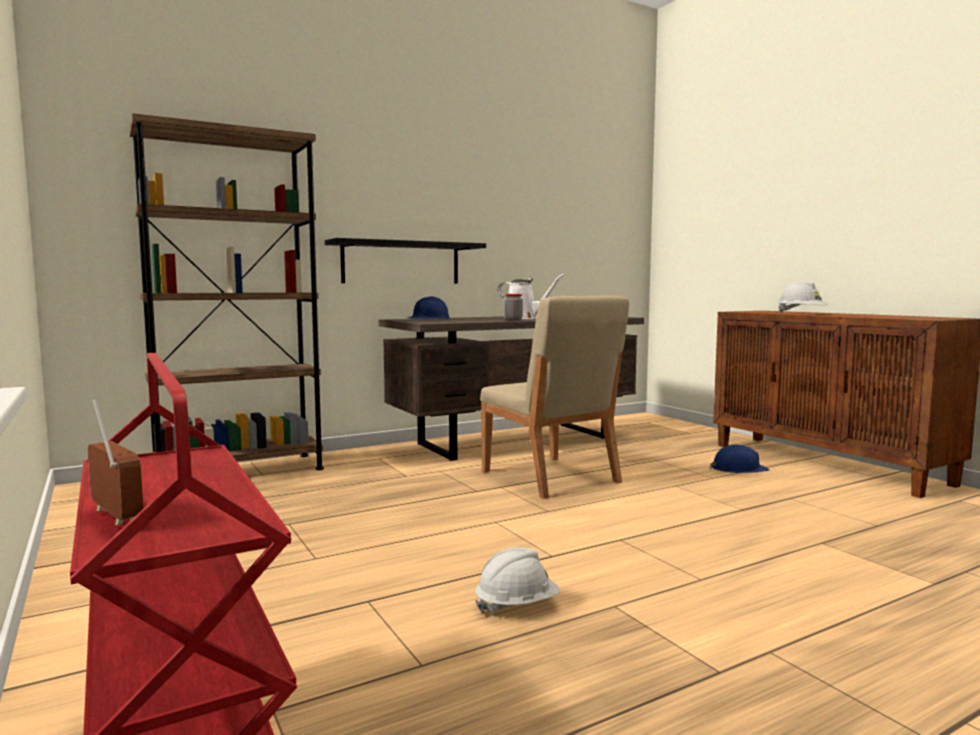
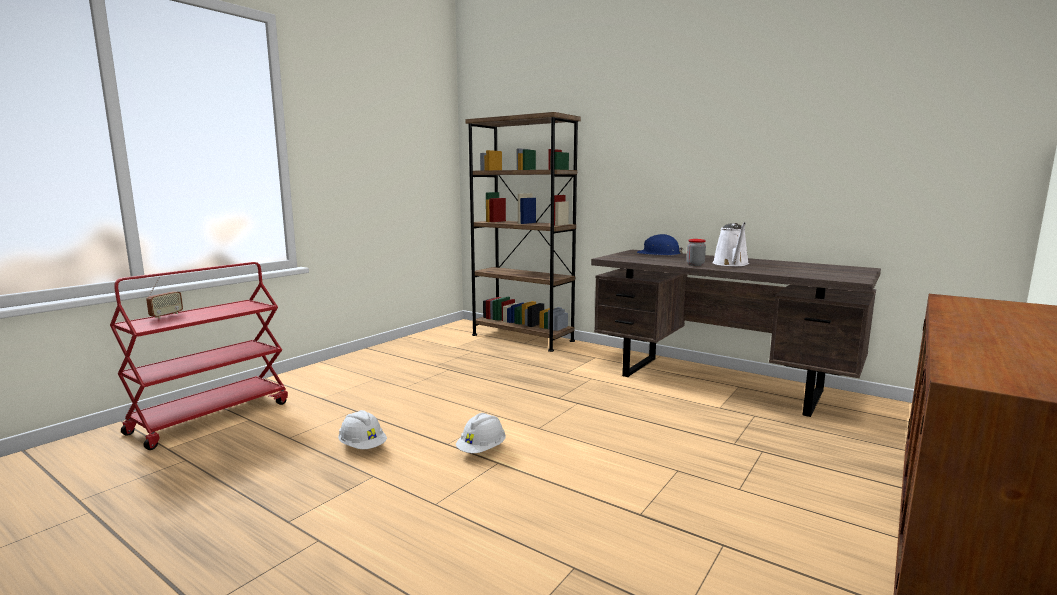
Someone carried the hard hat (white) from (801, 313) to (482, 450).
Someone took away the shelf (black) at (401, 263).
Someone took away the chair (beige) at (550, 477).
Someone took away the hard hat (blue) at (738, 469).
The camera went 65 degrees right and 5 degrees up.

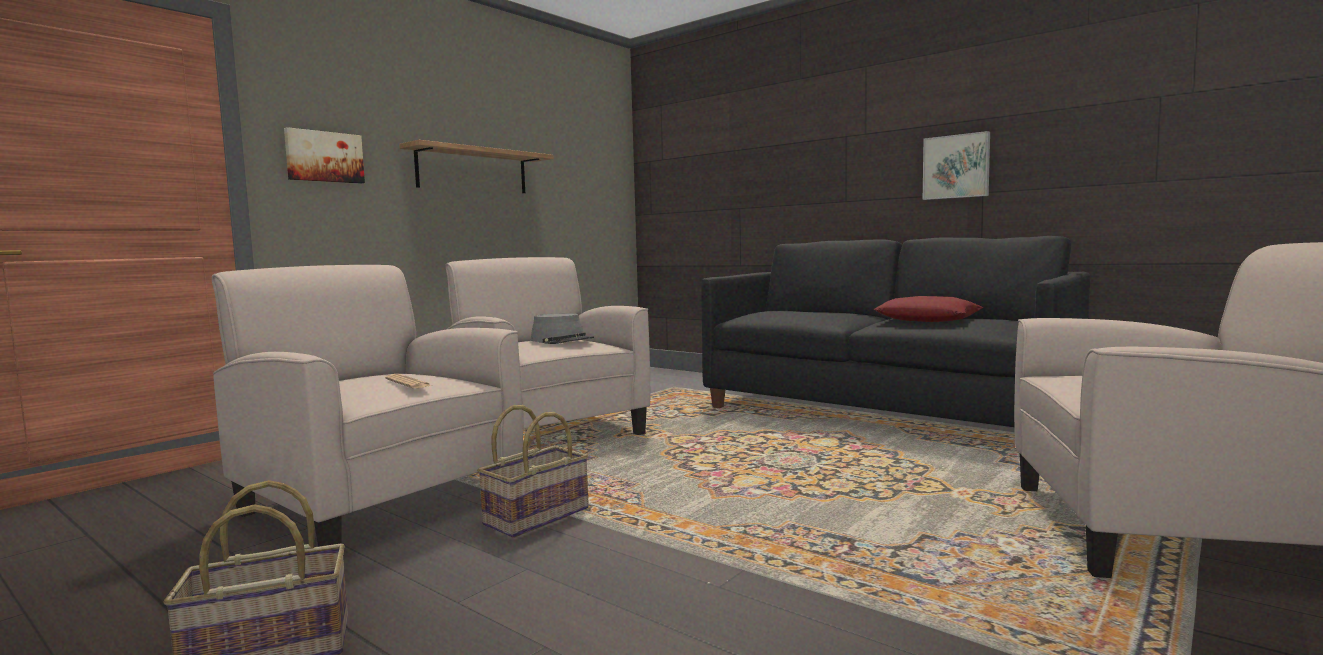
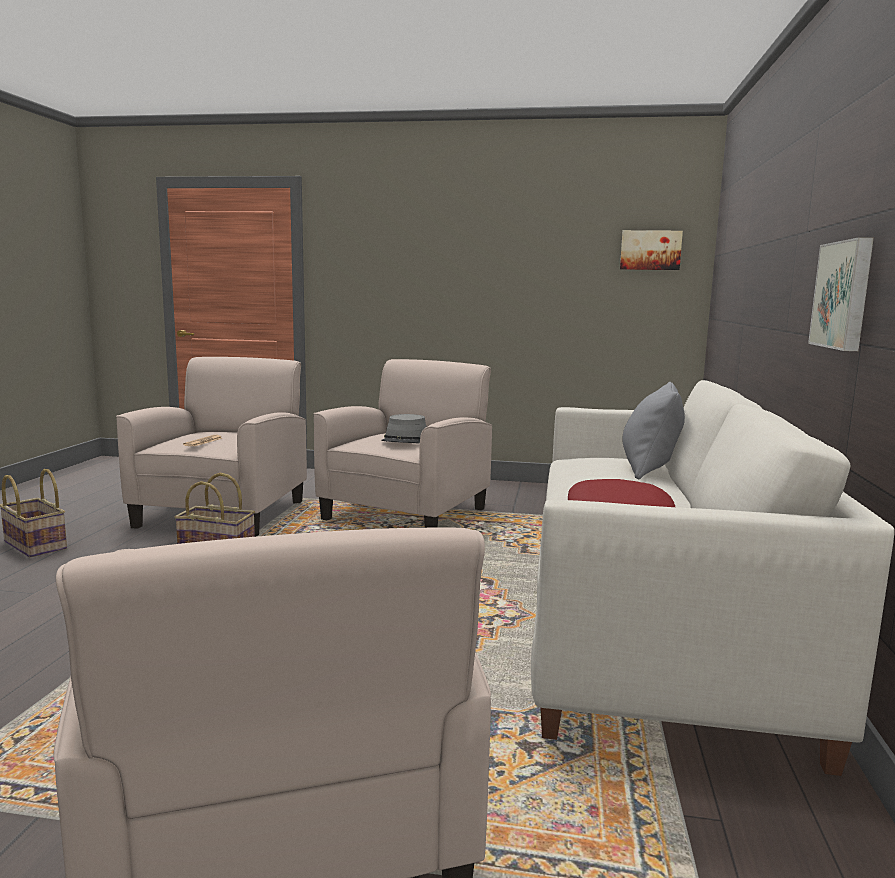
Someone repainted the sofa (black) at (882, 412), which became the sofa (white) at (654, 627).
Someone carried the picture from (324, 157) to (650, 250).
Someone put down the pillow (grey) at (649, 469).
Someone took away the shelf at (473, 171).
The camera went 60 degrees right and 5 degrees up.

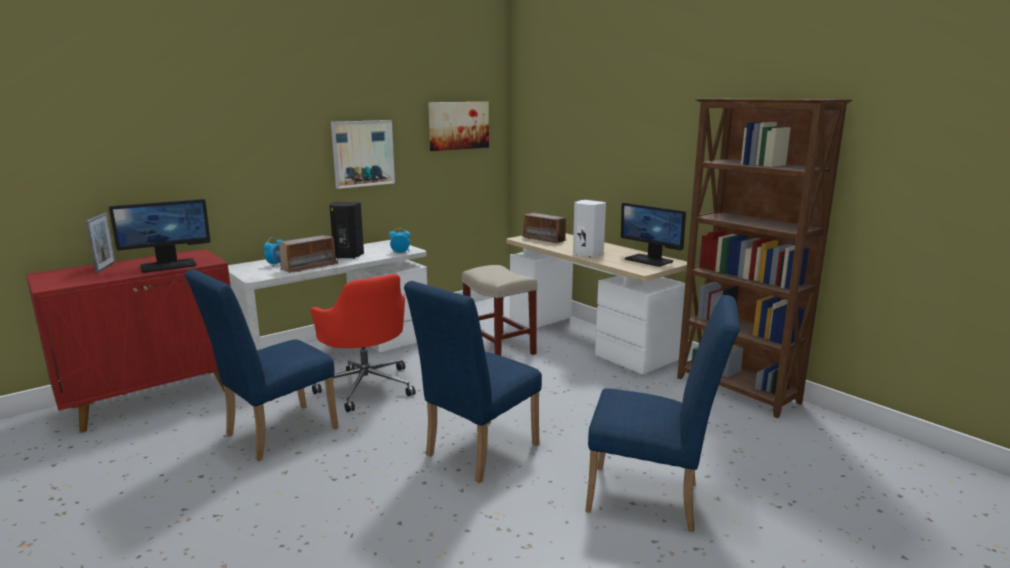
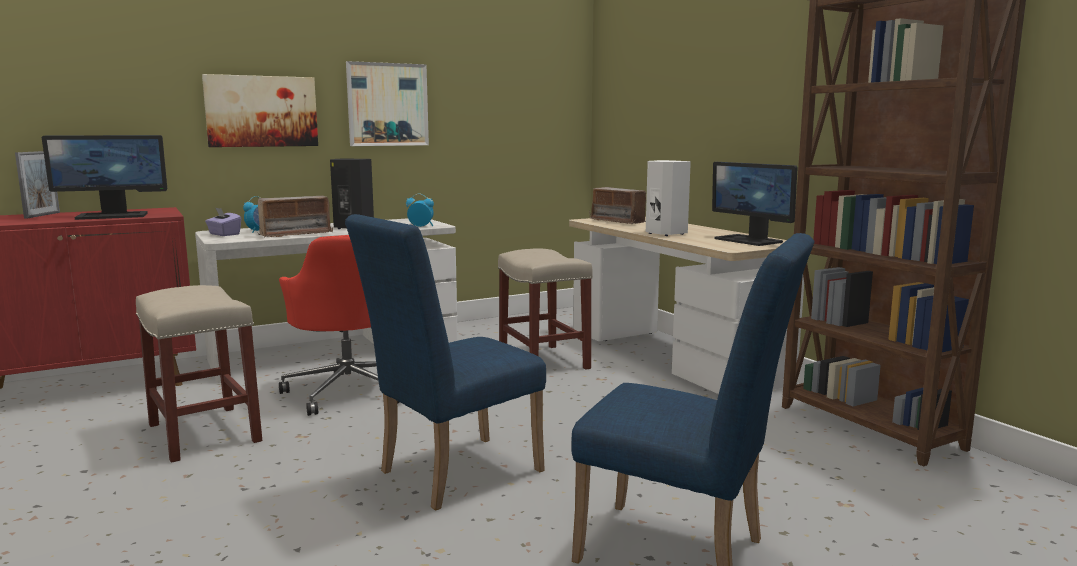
Someone swapped the chair (blue) at (274, 434) for the stool (beige) at (203, 432).
Someone carried the picture from (458, 125) to (261, 111).
Someone put down the tissue box (purple) at (224, 234).
The camera went 10 degrees right and 5 degrees down.

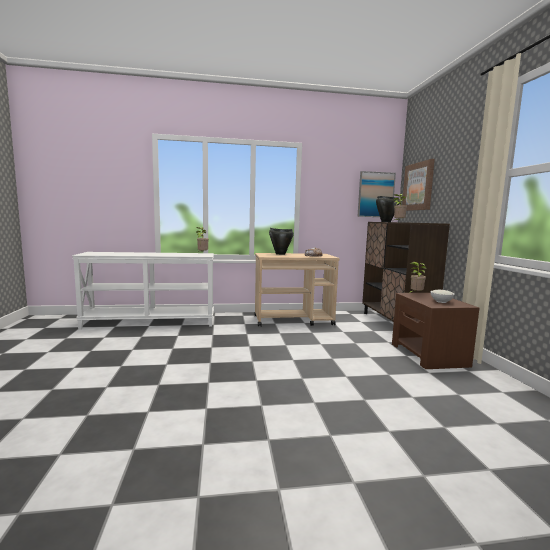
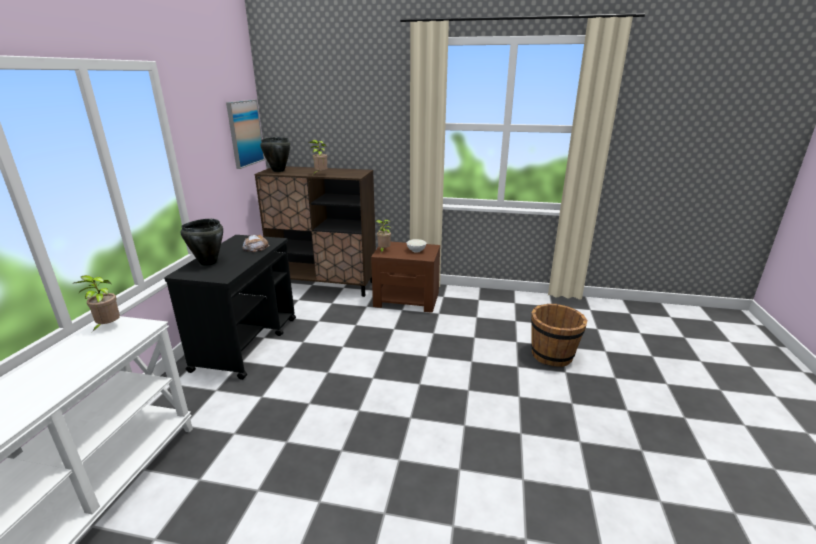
Someone repainted the cart (beige) at (294, 320), which became the cart (black) at (247, 343).
Someone put down the bucket (brown) at (552, 355).
Someone took away the picture at (418, 186).
The camera went 70 degrees left and 15 degrees up.

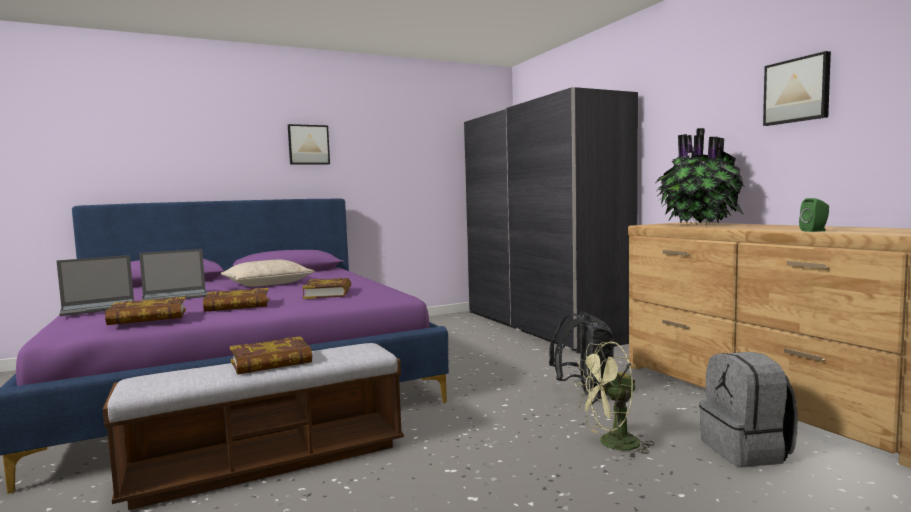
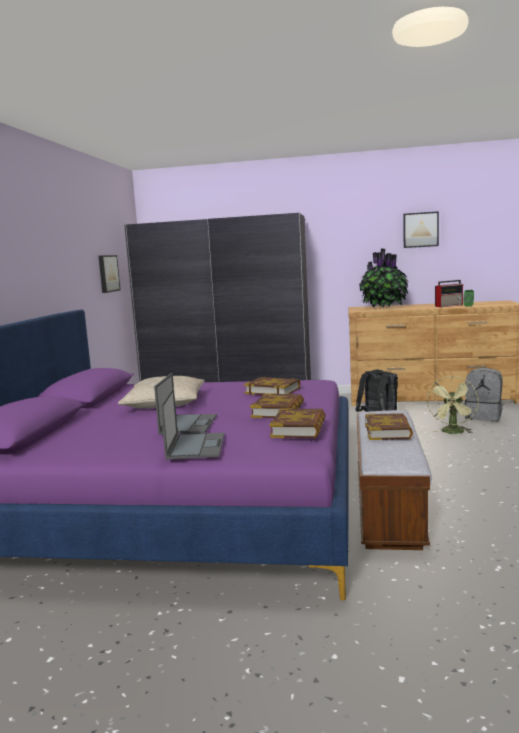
Someone carried the picture from (308, 145) to (107, 273).
Someone put down the radio at (449, 305).
The camera went 55 degrees left and 5 degrees up.

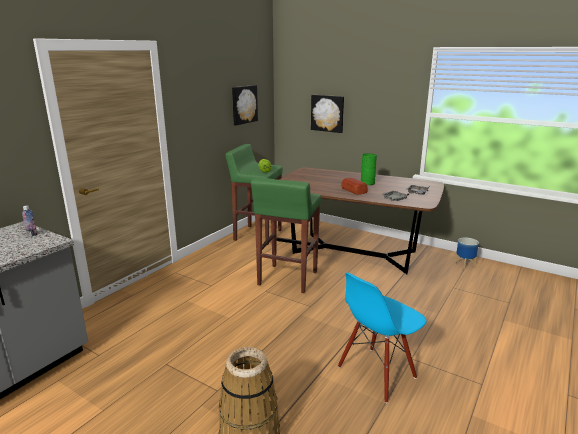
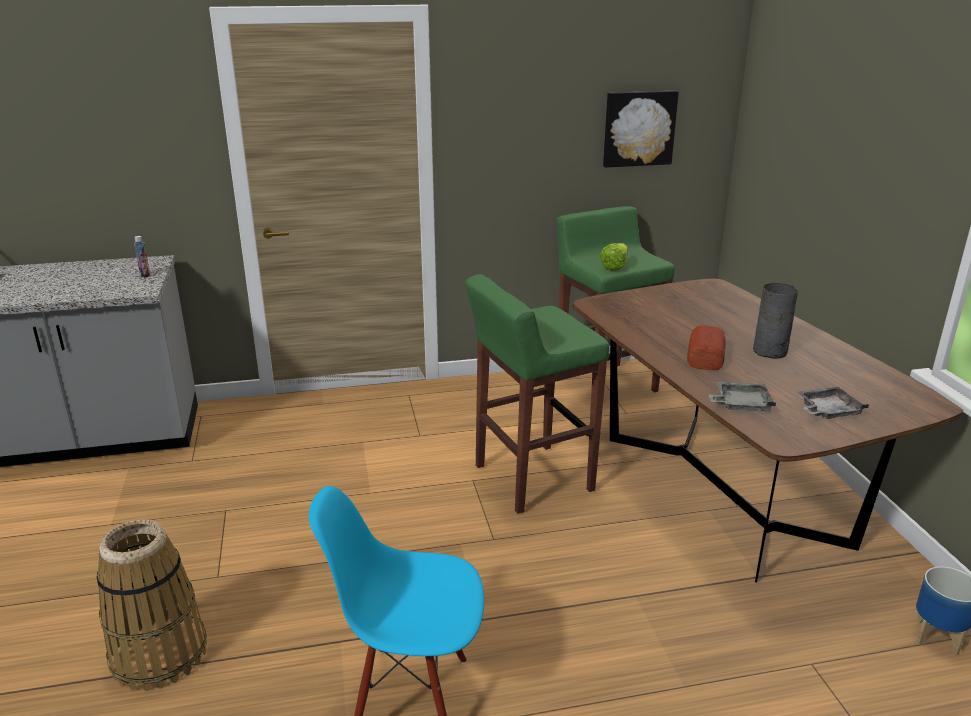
Someone repainted the vase (green) at (368, 183), which became the vase (grey) at (770, 352).
Someone took away the picture at (327, 113).
The camera went 45 degrees right and 5 degrees up.

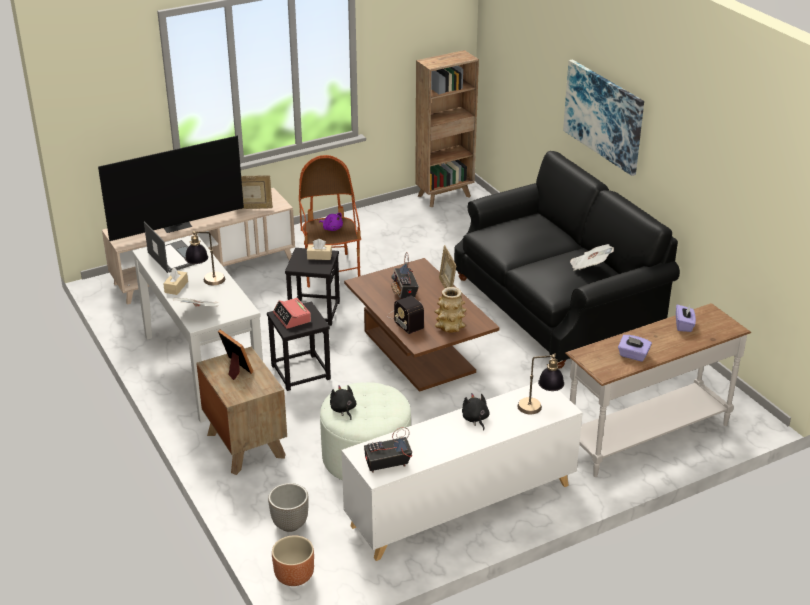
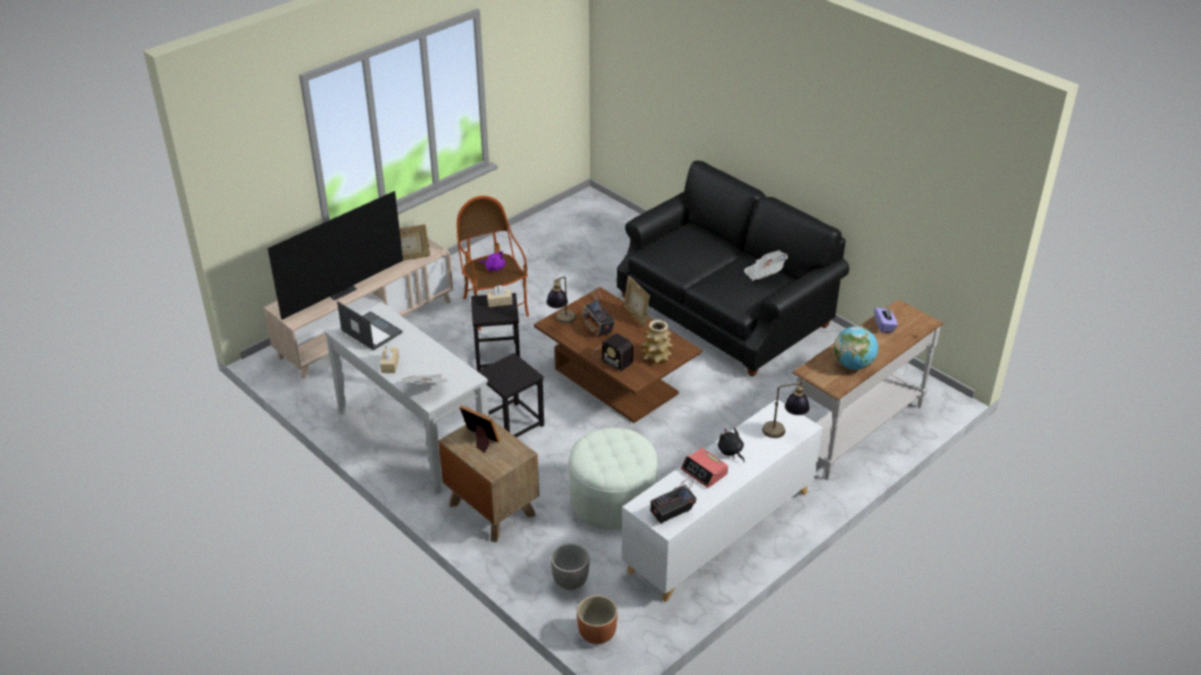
Someone carried the table lamp from (207, 283) to (561, 322).
Someone carried the alarm clock from (292, 317) to (704, 472).
Someone swapped the tissue box (purple) at (633, 355) for the globe at (853, 365).
Someone took away the plush toy (black) at (343, 409).
Someone took away the bookcase (brown) at (445, 196).
Someone took away the picture at (604, 116).
The camera went 15 degrees left and 5 degrees up.

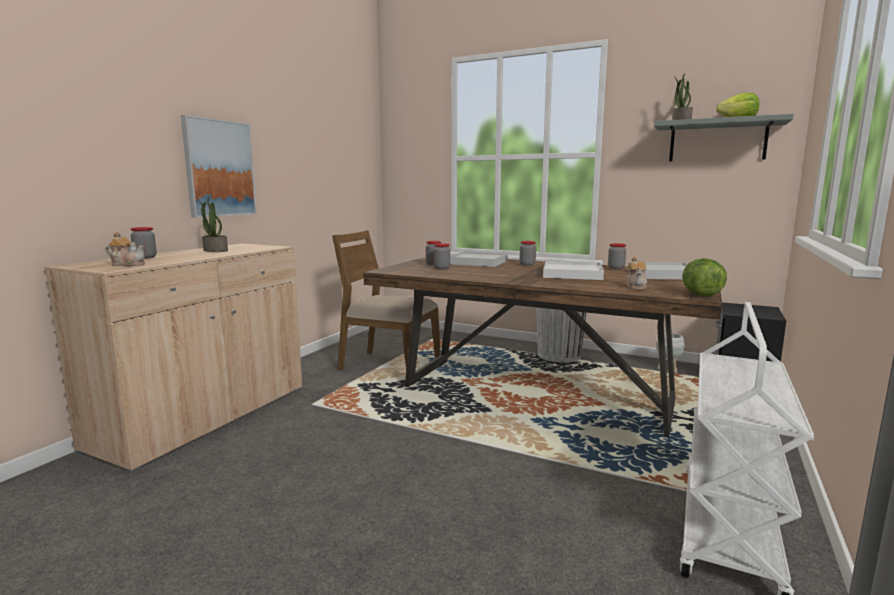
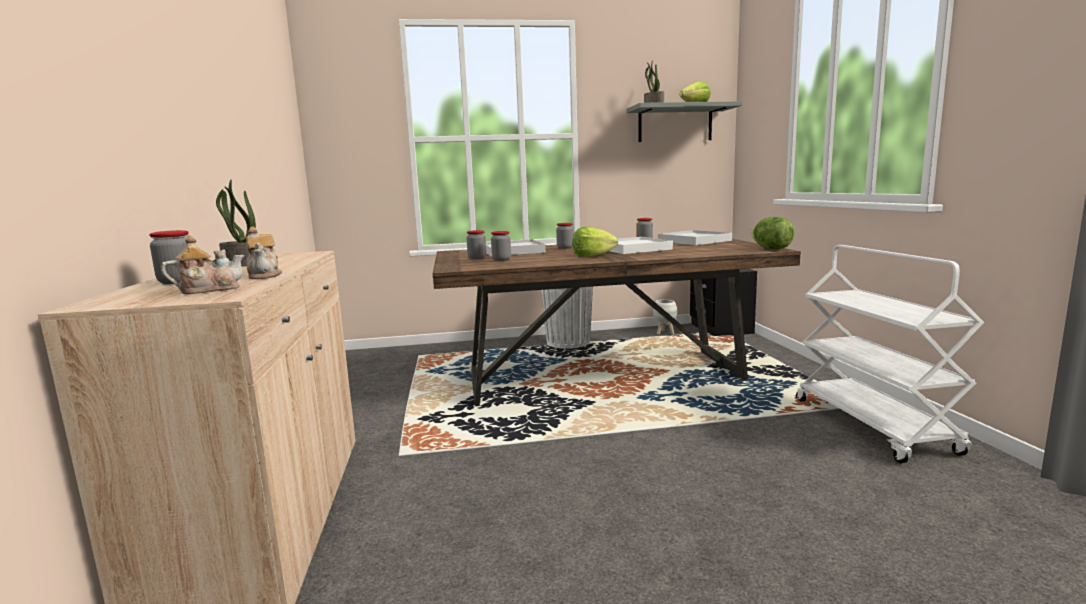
Someone carried the teapot from (636, 287) to (265, 275).
Someone put down the lettuce at (592, 256).
Someone took away the picture at (219, 168).
Someone took away the chair (brown) at (388, 365).
The camera went 35 degrees left and 0 degrees up.

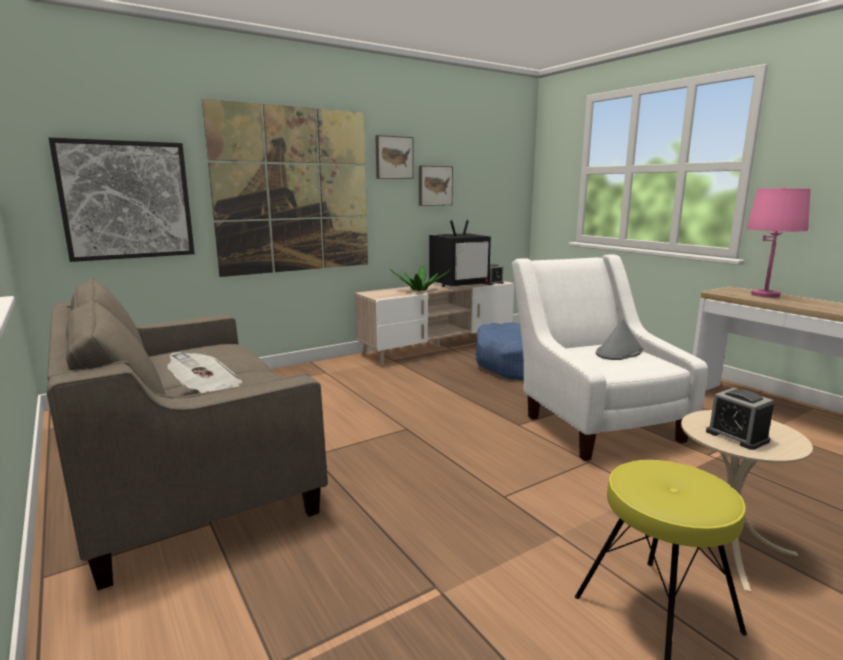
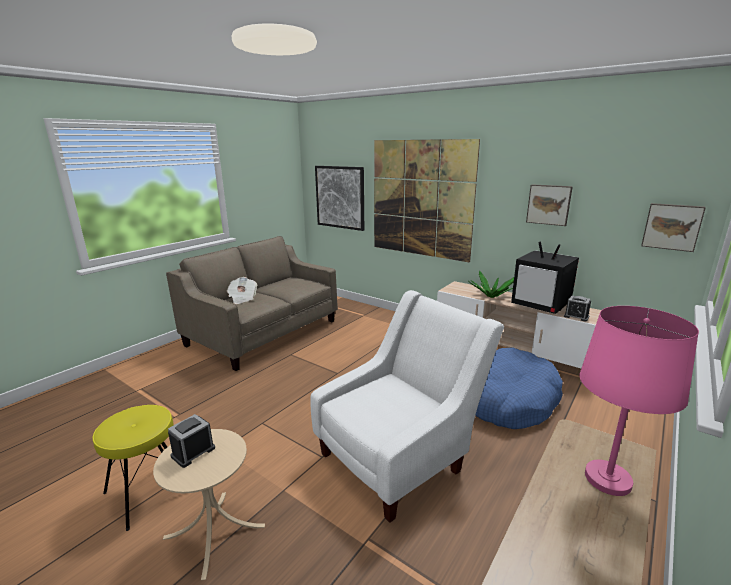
Someone carried the picture from (393, 157) to (672, 226).
Someone took away the hat (grey) at (619, 352).
The camera went 70 degrees right and 5 degrees up.

